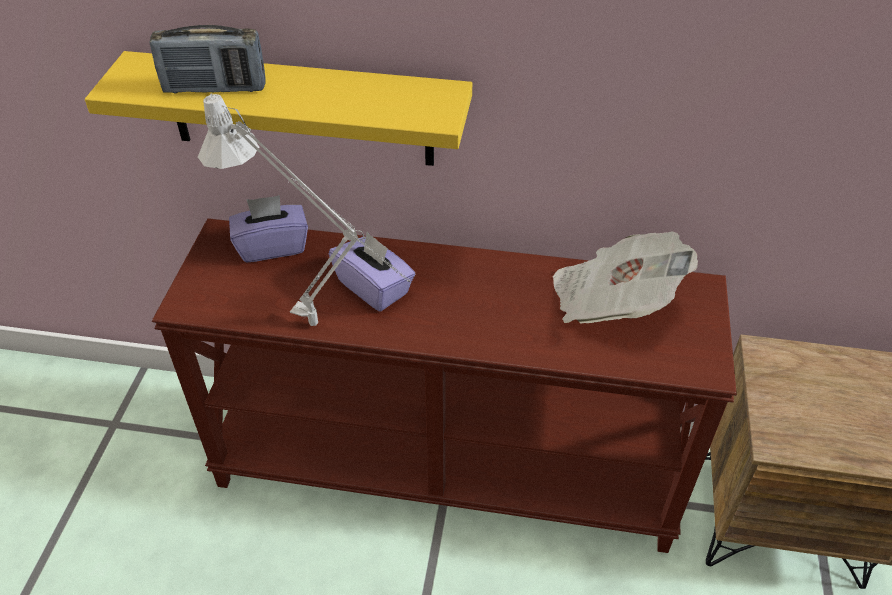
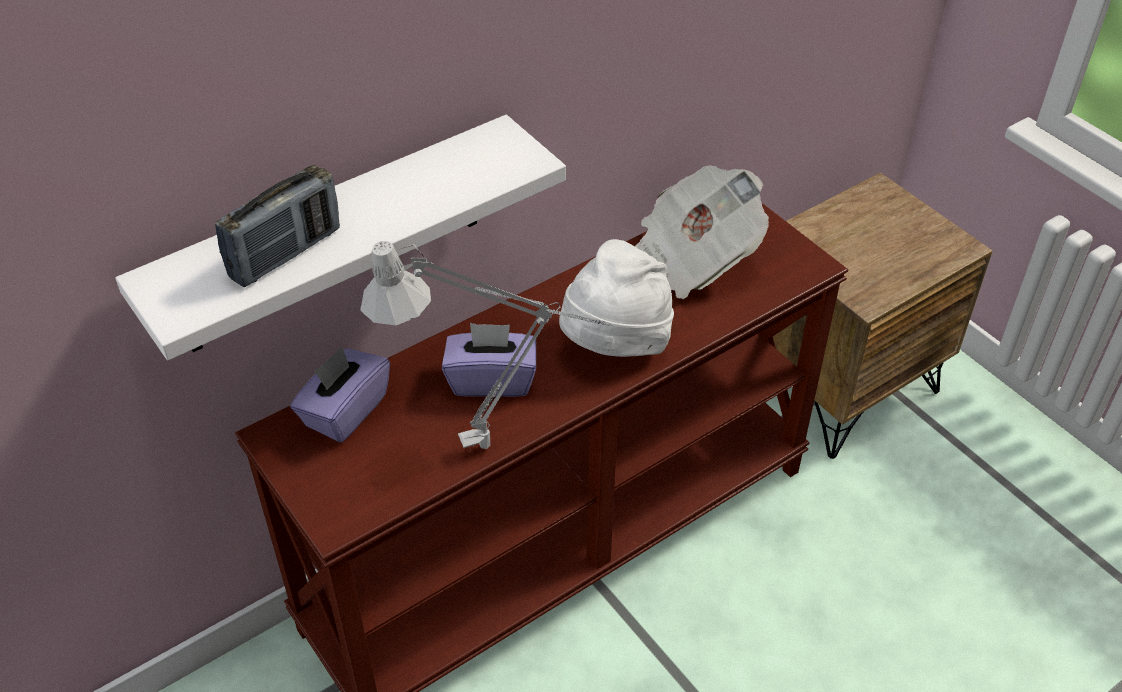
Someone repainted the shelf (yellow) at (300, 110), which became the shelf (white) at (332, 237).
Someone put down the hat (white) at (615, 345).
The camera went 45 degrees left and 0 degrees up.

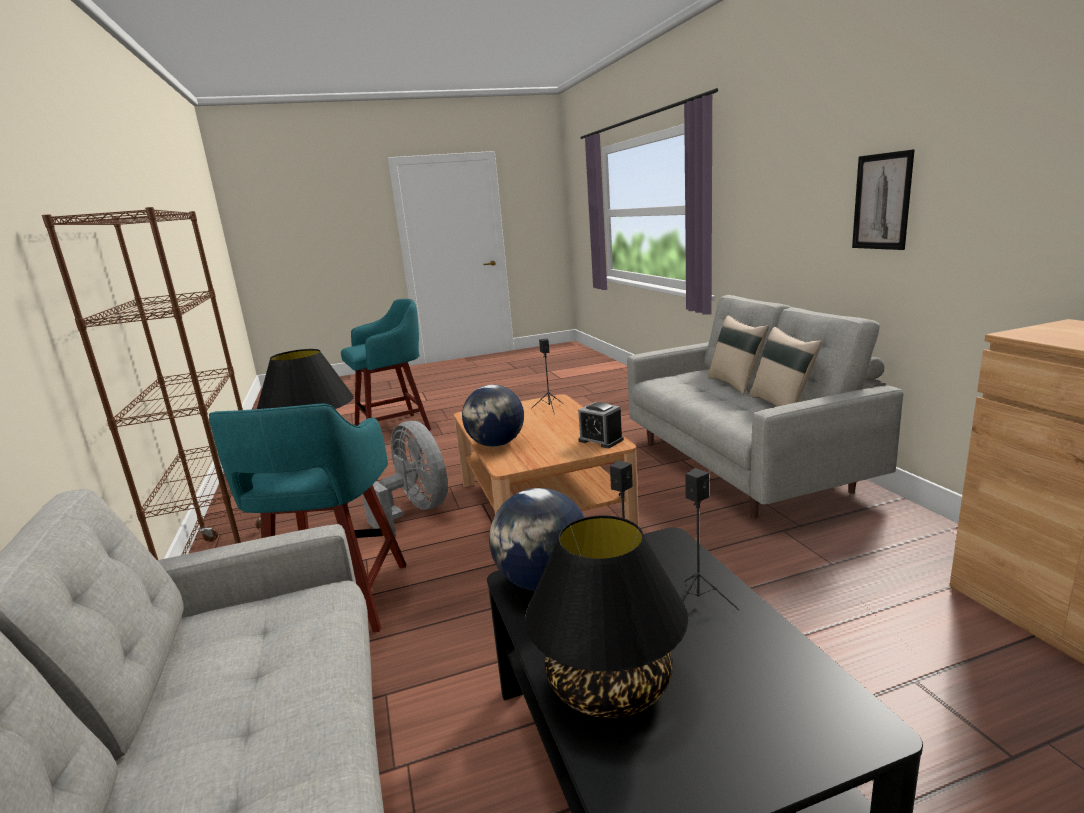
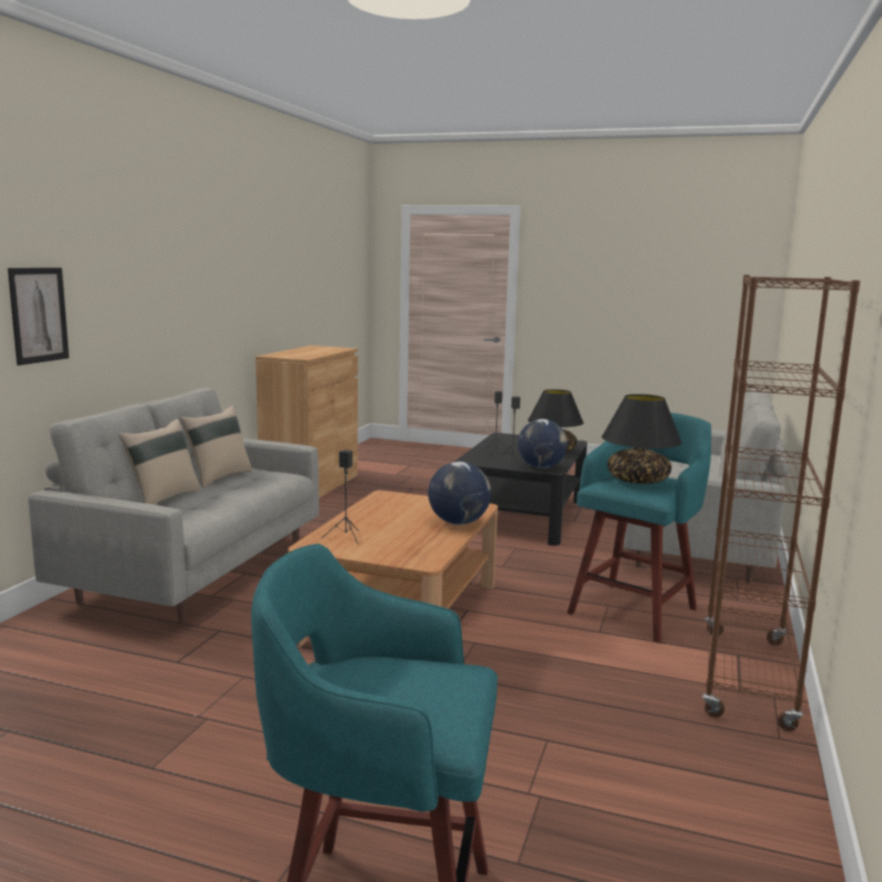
Someone carried the picture from (882, 201) to (38, 315).
Someone took away the fan (grey) at (415, 511).
Someone took away the alarm clock at (601, 440).
The camera went 145 degrees left and 5 degrees down.

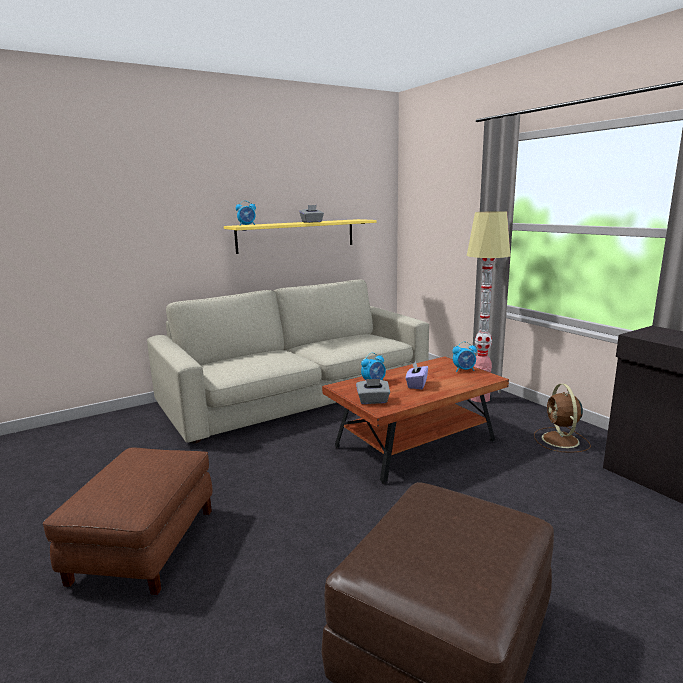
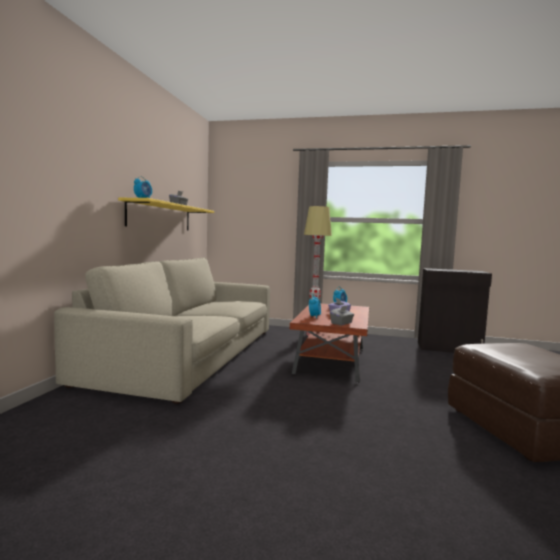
Someone took away the ottoman (brown) at (144, 544).
Someone took away the fan (brown) at (561, 440).
The camera went 45 degrees left and 10 degrees down.

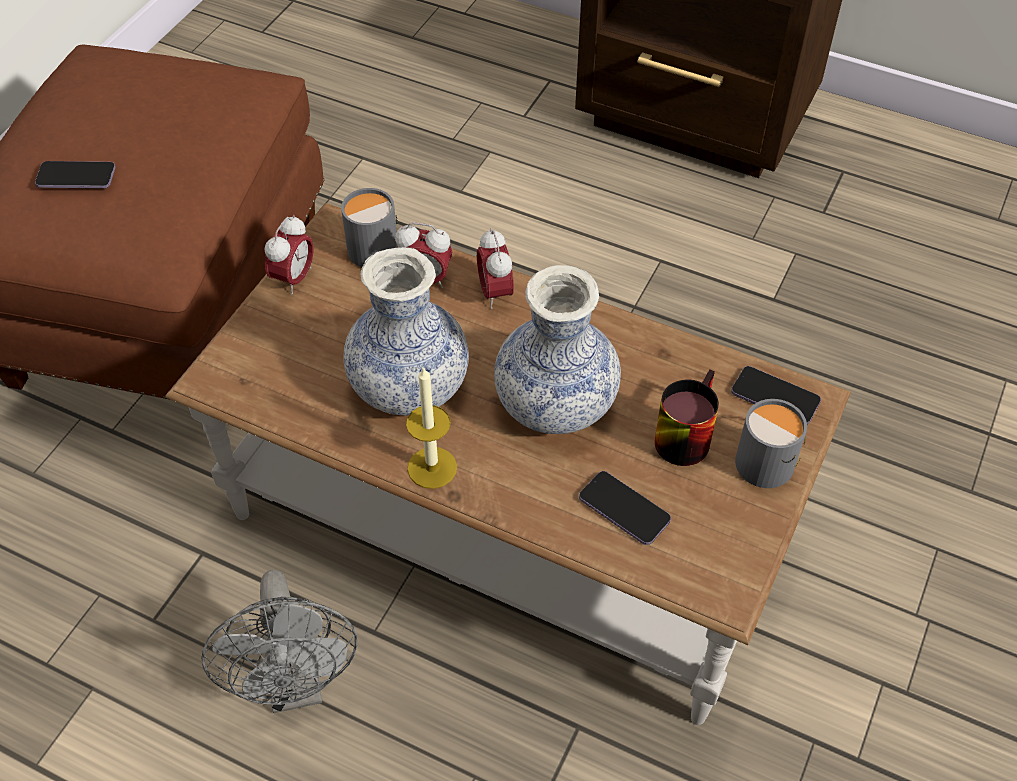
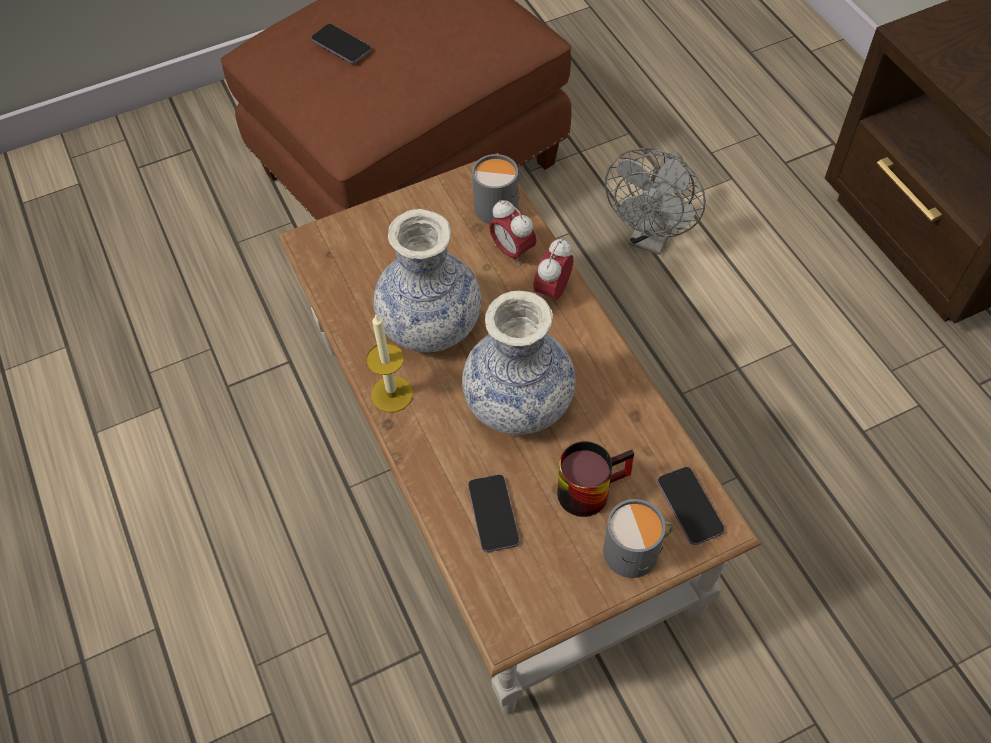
Someone carried the fan (grey) from (296, 685) to (651, 238).
Someone took away the alarm clock at (293, 279).
The camera went 40 degrees right and 5 degrees up.

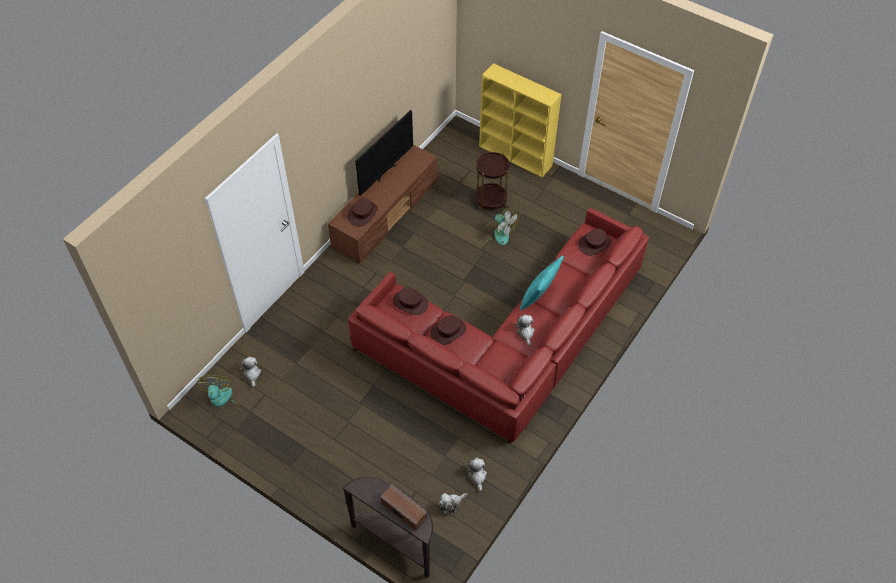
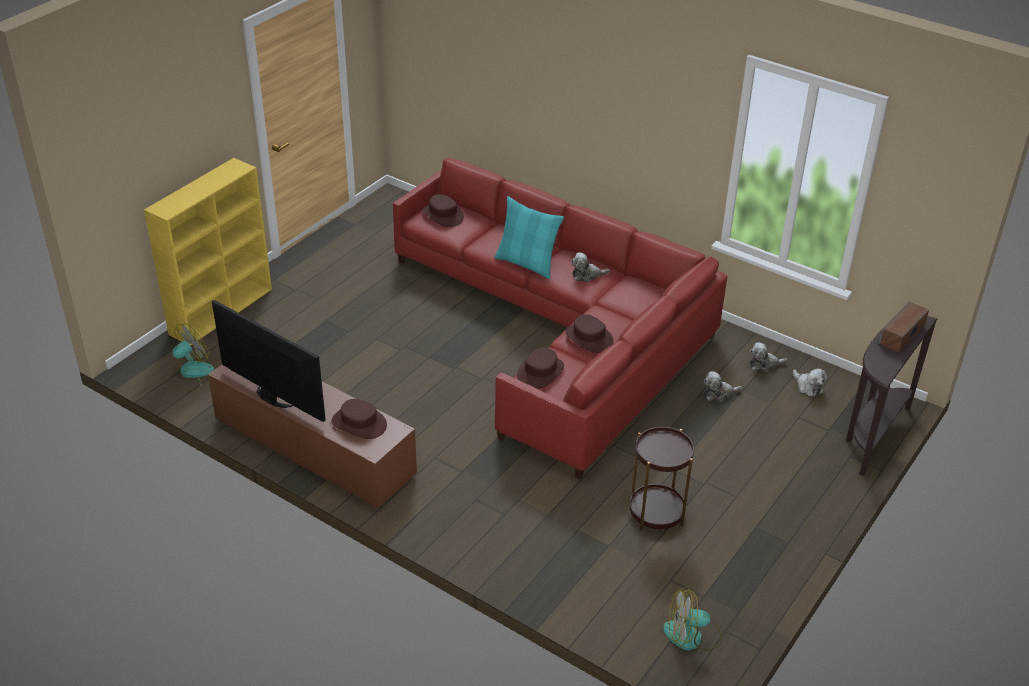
Someone carried the fan from (498, 233) to (189, 374).
Someone carried the side table (brown) from (490, 199) to (656, 512).
Someone carried the plush toy from (252, 374) to (719, 393).
The camera went 90 degrees left and 15 degrees down.

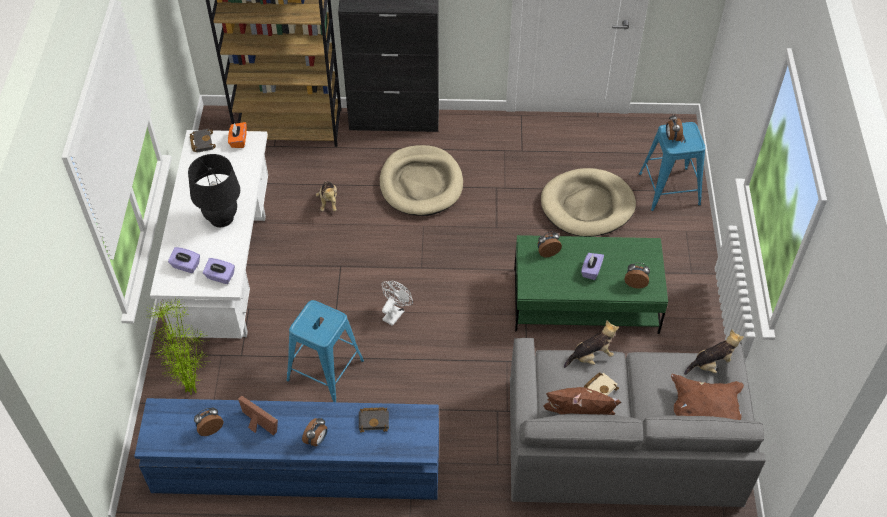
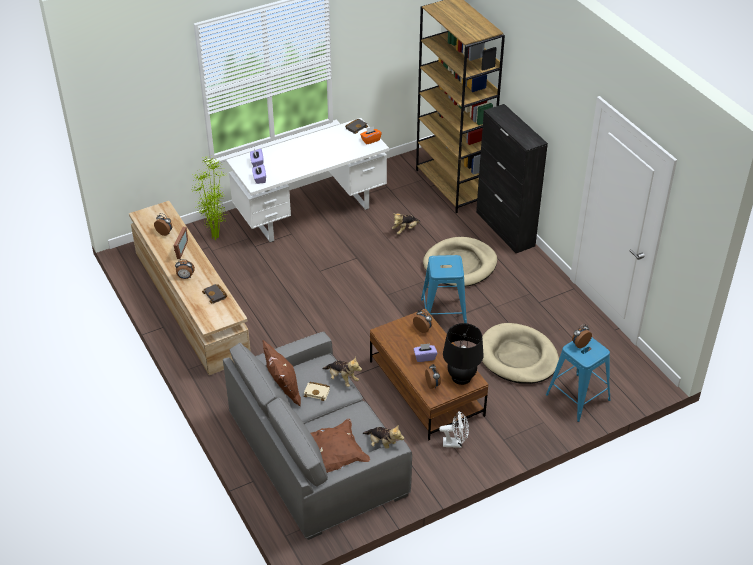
Someone repainted the tv stand (blue) at (297, 468), which became the tv stand (beige) at (191, 305).
Someone repainted the coffee table (green) at (585, 301), which became the coffee table (brown) at (426, 388).
Someone carried the stool (blue) from (325, 370) to (443, 313).
Someone carried the fan (white) from (395, 313) to (455, 443).
Someone carried the table lamp (black) from (221, 218) to (461, 377).
The camera went 60 degrees right and 10 degrees down.

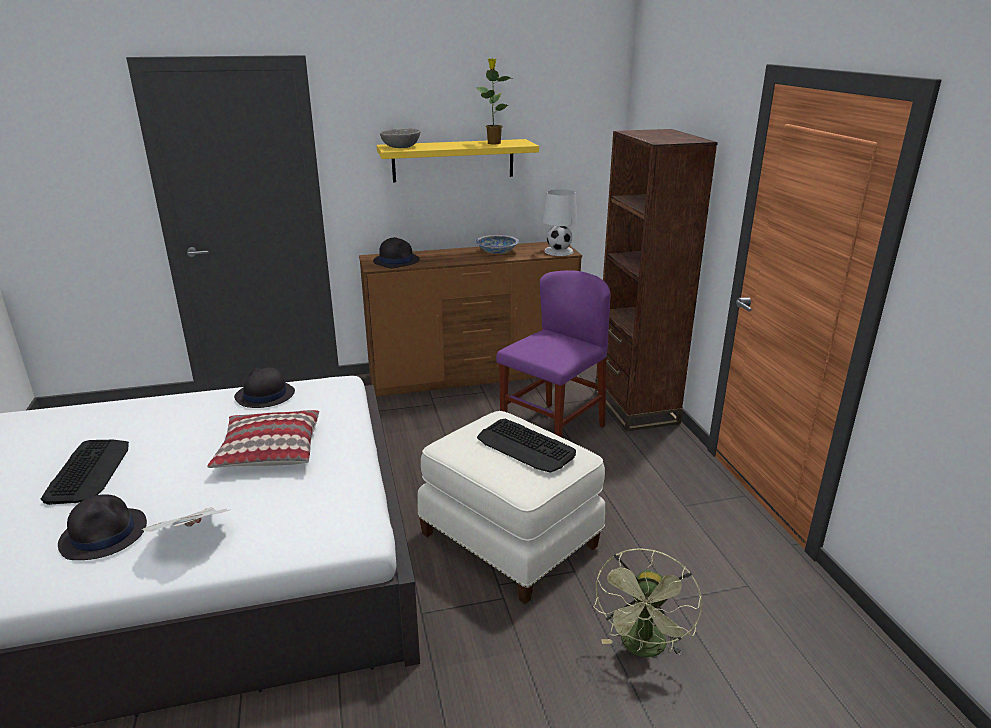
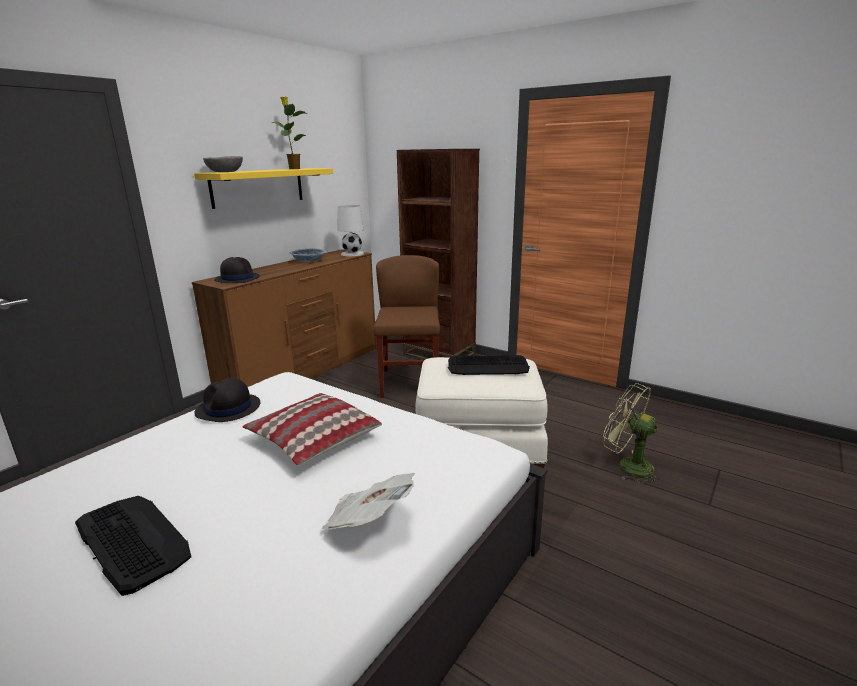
Someone repainted the chair (purple) at (553, 430), which became the chair (brown) at (410, 383).
Someone rotated the fan (green) at (643, 649) by 150 degrees clockwise.
Someone took away the hat (black) at (104, 534).
The camera went 40 degrees left and 5 degrees down.

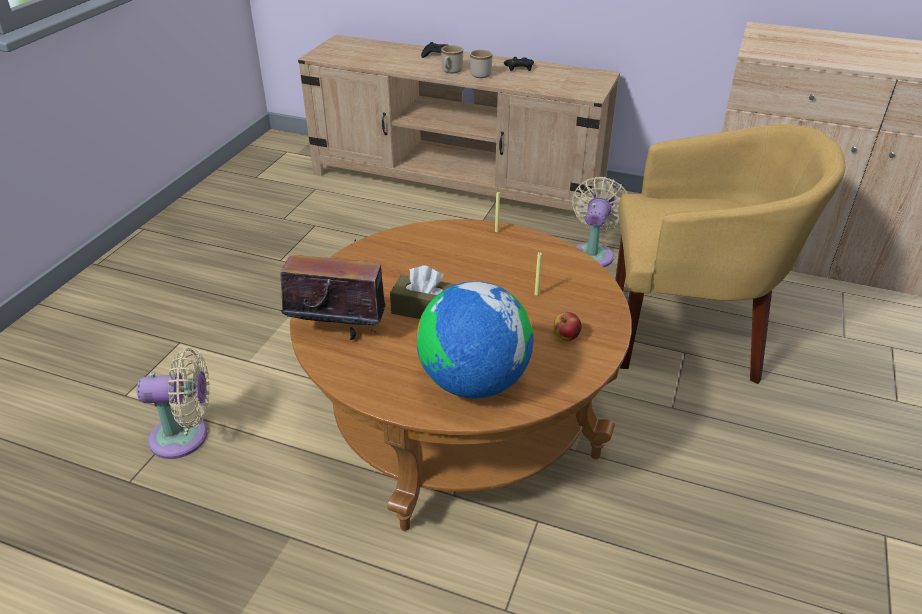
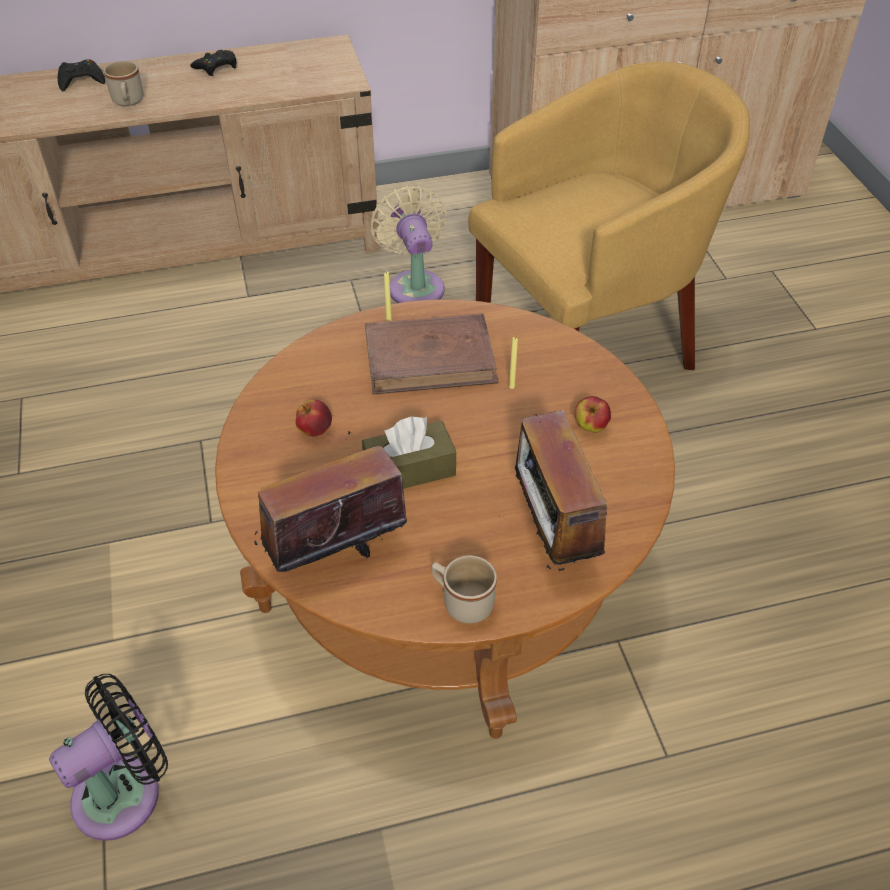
Someone repainted the fan (beige) at (185, 437), which became the fan (black) at (125, 791).
Someone put down the apple at (315, 430).
Someone put down the book (brown) at (430, 359).
Someone carried the mug (beige) from (479, 73) to (462, 601).
Someone swapped the globe at (474, 382) for the radio at (552, 534).
The camera went 35 degrees left and 10 degrees up.

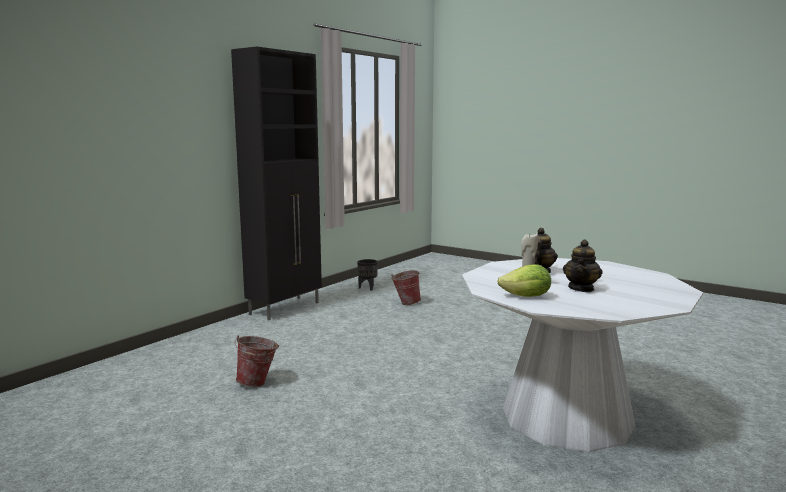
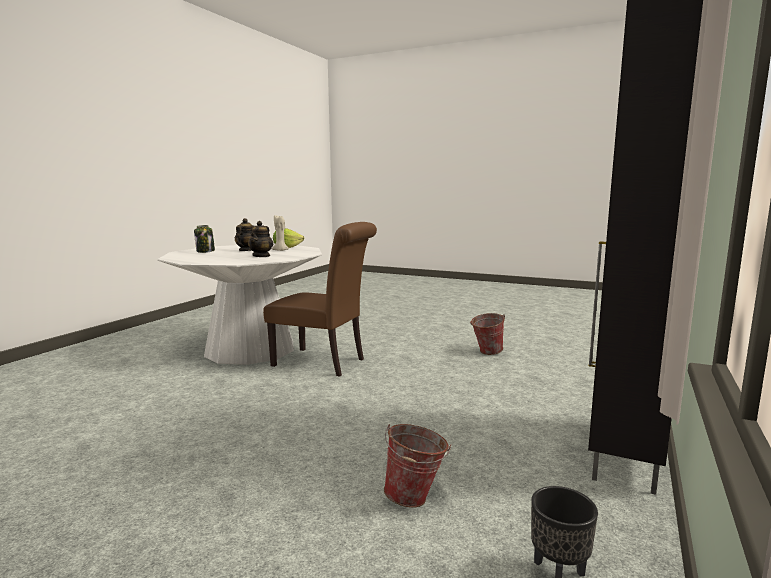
Someone put down the jar at (205, 251).
Someone put down the chair (brown) at (324, 363).
The camera went 170 degrees right and 0 degrees up.

